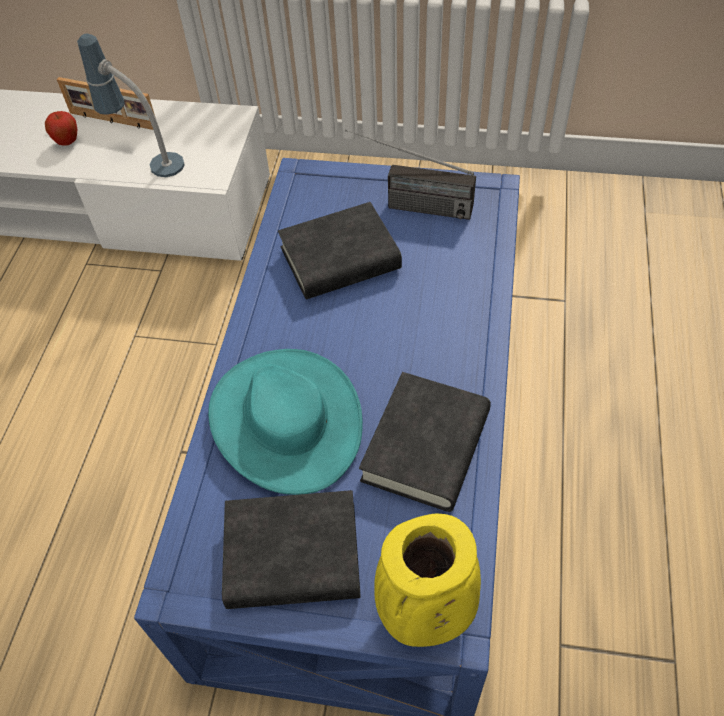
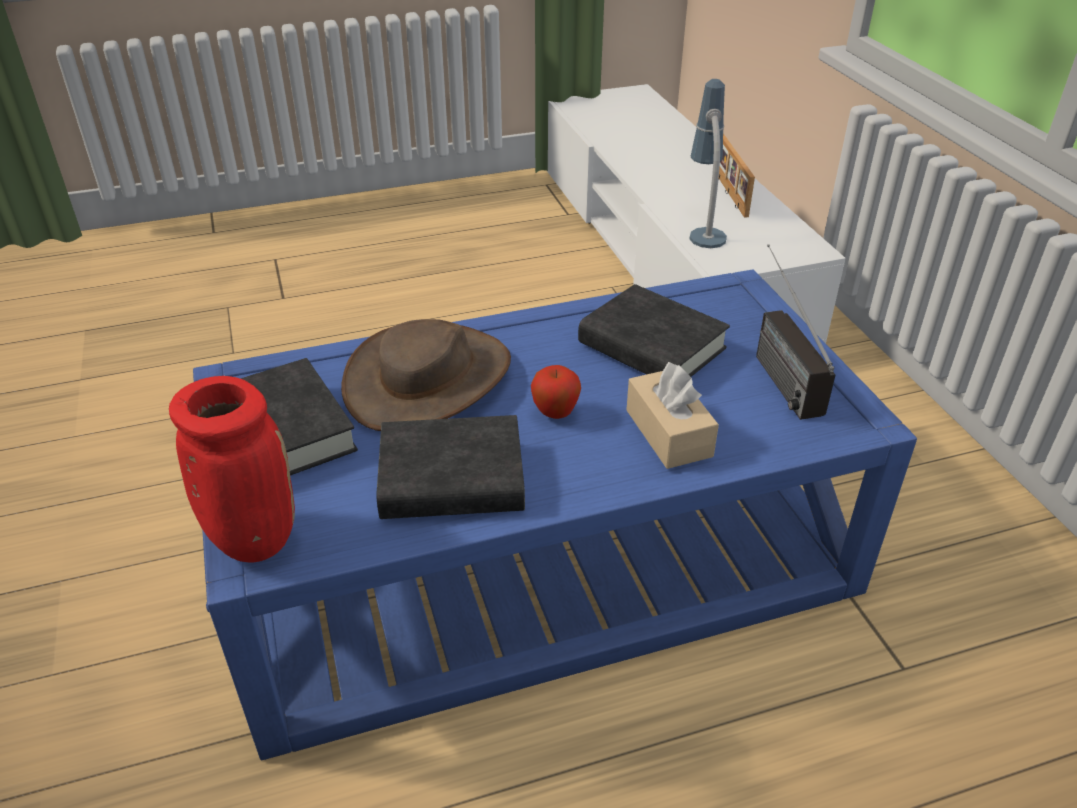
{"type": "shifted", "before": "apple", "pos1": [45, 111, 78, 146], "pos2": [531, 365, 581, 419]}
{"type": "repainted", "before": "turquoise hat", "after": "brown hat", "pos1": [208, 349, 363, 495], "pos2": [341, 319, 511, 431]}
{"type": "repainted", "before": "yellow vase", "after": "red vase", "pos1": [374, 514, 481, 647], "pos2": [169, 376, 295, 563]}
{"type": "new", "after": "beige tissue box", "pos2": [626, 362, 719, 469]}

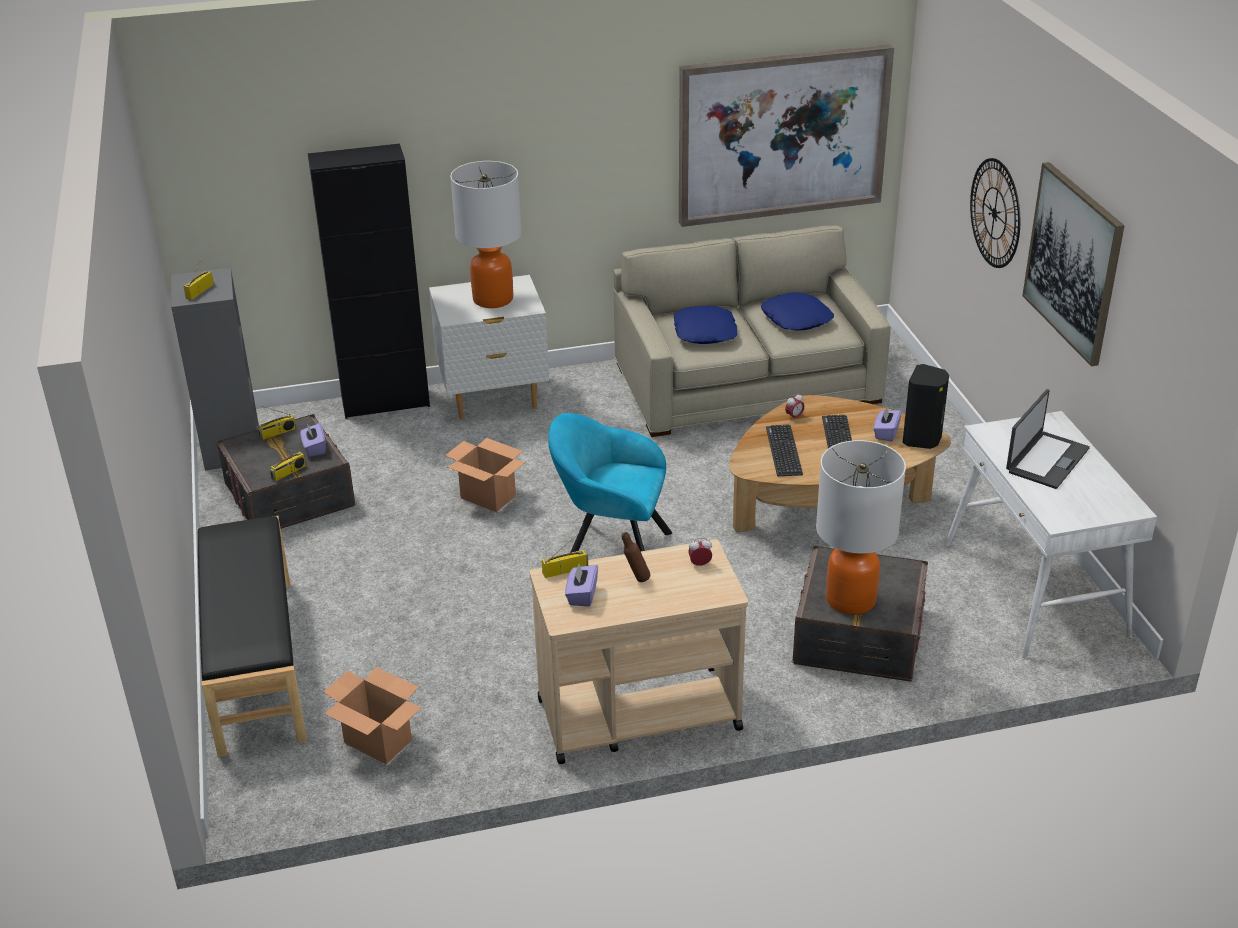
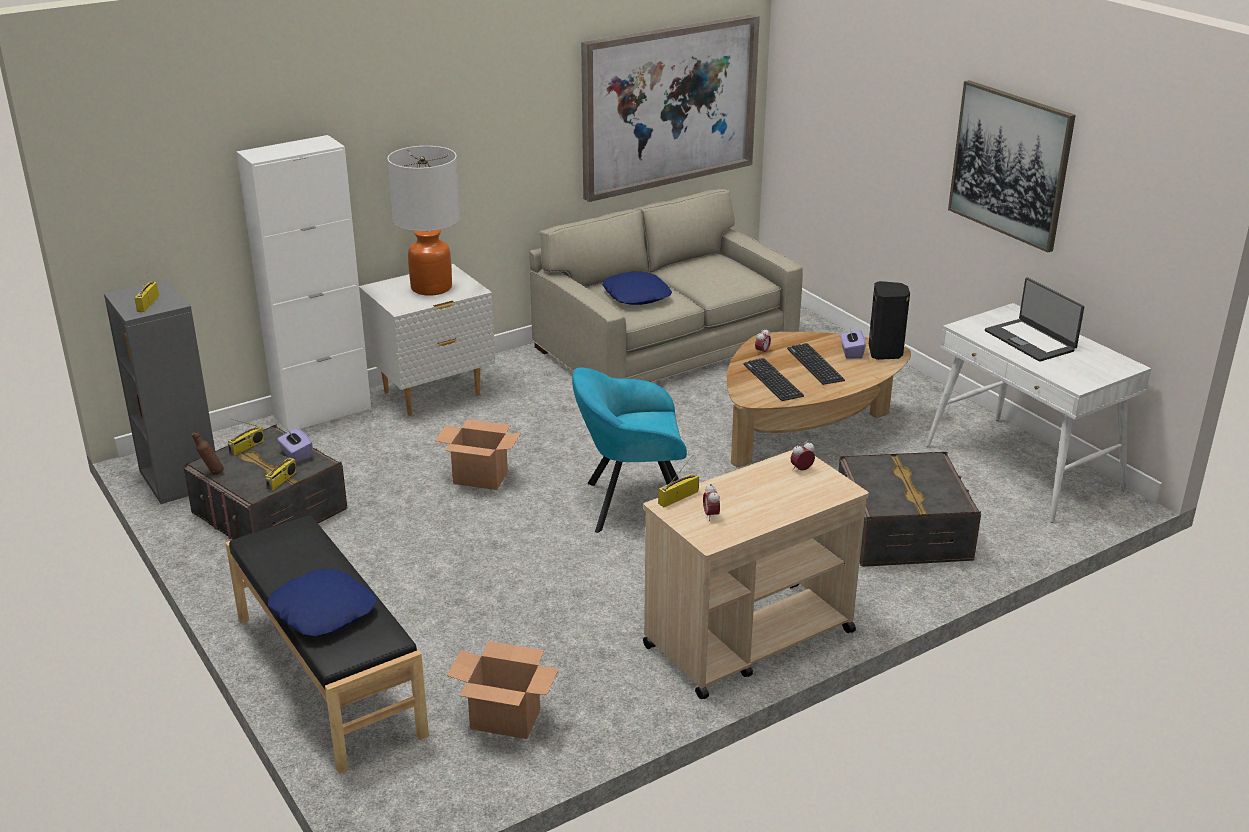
{"type": "repainted", "before": "black cabinet", "after": "white cabinet", "pos1": [308, 143, 430, 419], "pos2": [237, 135, 371, 432]}
{"type": "swapped", "before": "purple tissue box", "after": "alarm clock", "pos1": [565, 564, 598, 607], "pos2": [703, 484, 720, 521]}
{"type": "shifted", "before": "brown bottle", "pos1": [621, 532, 650, 582], "pos2": [192, 432, 224, 475]}
{"type": "shifted", "before": "blue pillow", "pos1": [761, 292, 834, 331], "pos2": [268, 569, 376, 636]}
{"type": "gone", "before": "table lamp", "pos1": [816, 440, 906, 615]}
{"type": "gone", "before": "wall clock", "pos1": [970, 158, 1020, 268]}
{"type": "rotated", "before": "laptop", "pos1": [1006, 389, 1090, 489], "pos2": [985, 277, 1084, 362], "turn": 135}

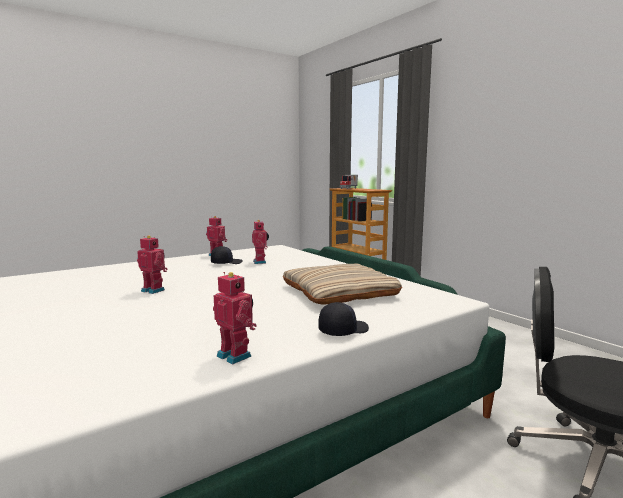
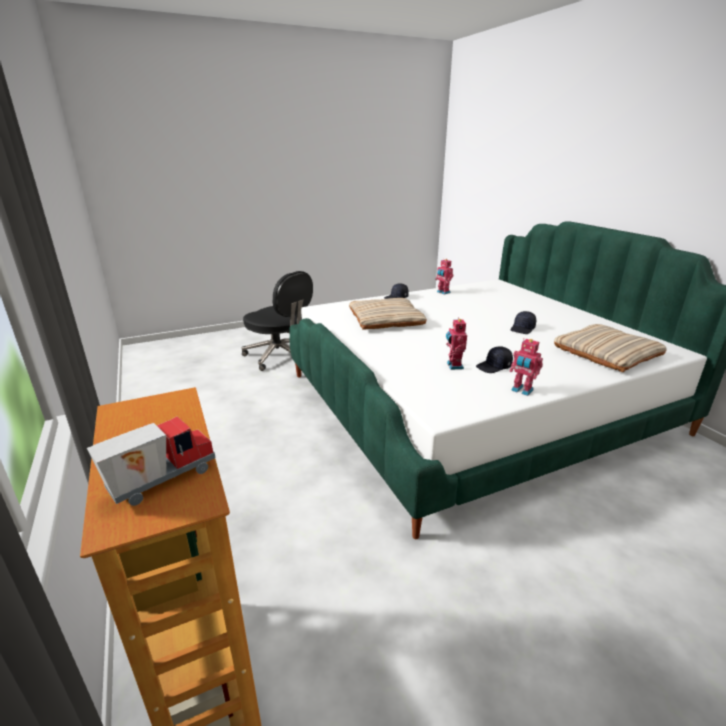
{"type": "swapped", "before": "toy robot", "after": "black cap", "pos1": [137, 235, 168, 294], "pos2": [511, 311, 536, 334]}
{"type": "new", "after": "beige pillow", "pos2": [554, 324, 667, 372]}

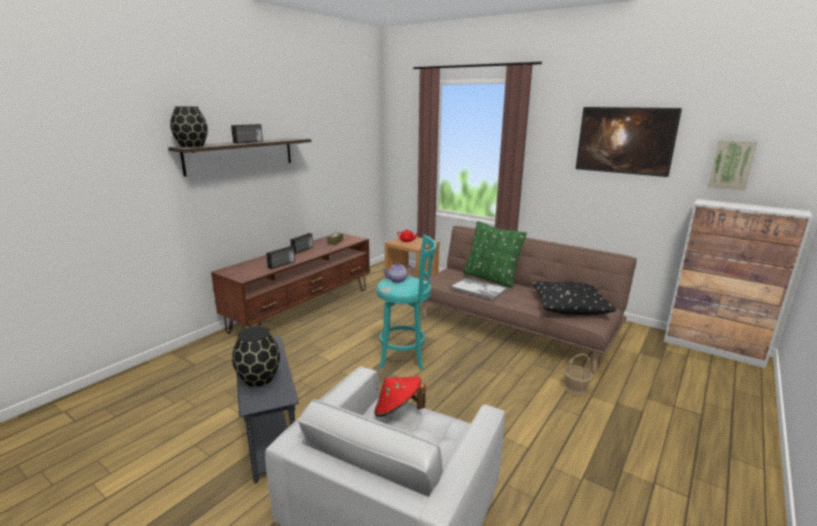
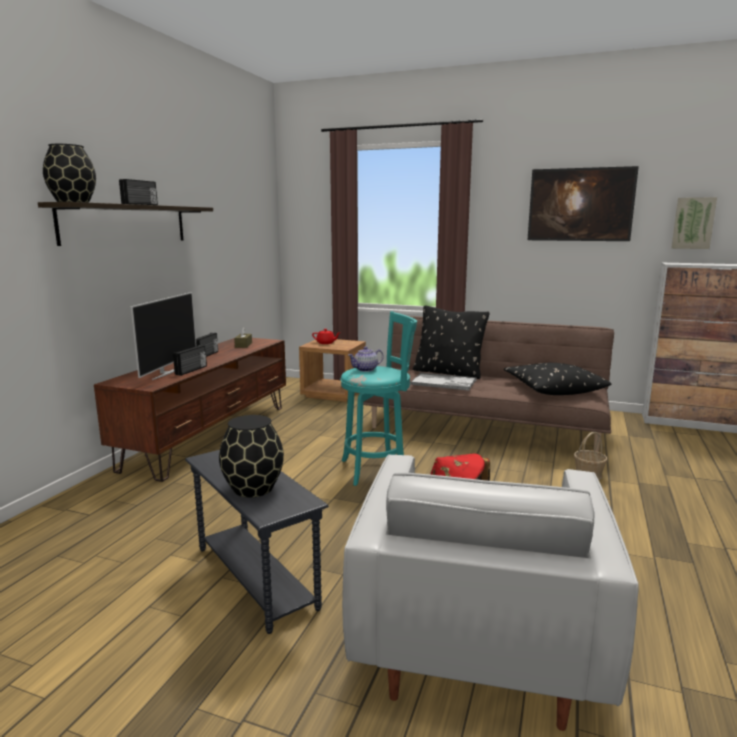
{"type": "repainted", "before": "green pillow", "after": "black pillow", "pos1": [463, 221, 527, 288], "pos2": [413, 305, 490, 379]}
{"type": "new", "after": "television", "pos2": [131, 292, 196, 380]}

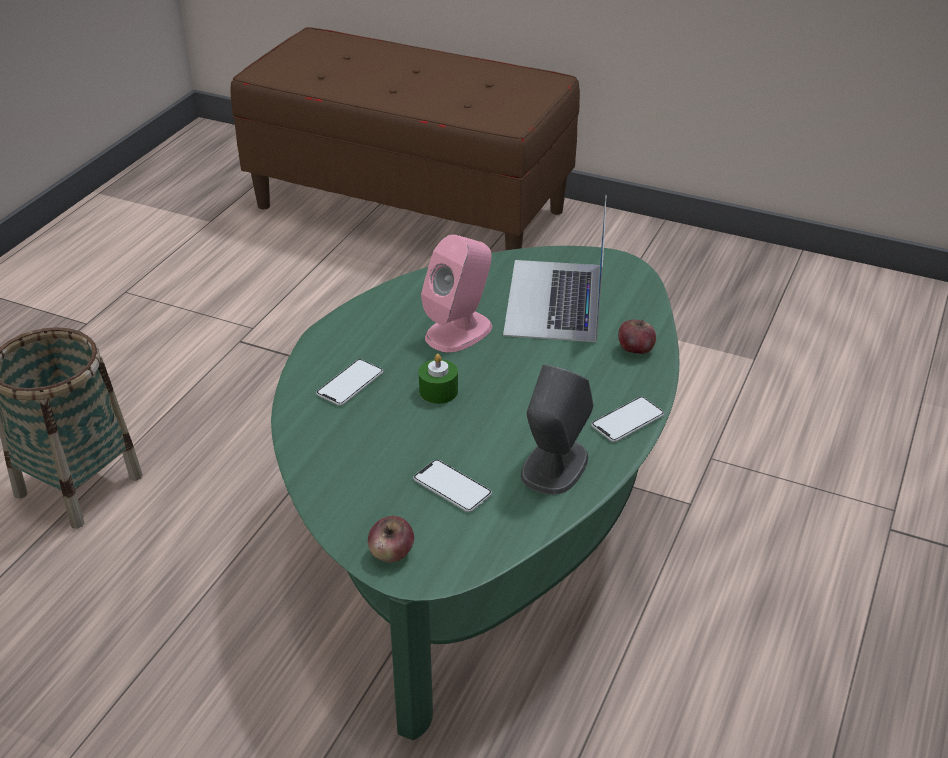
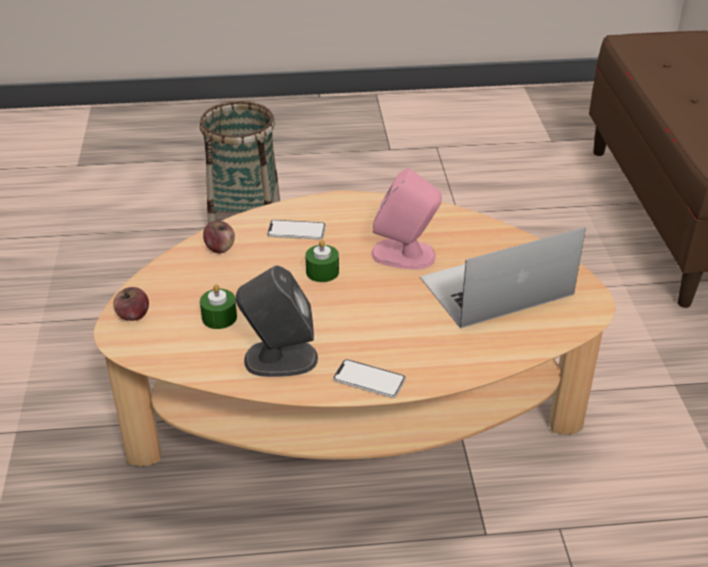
{"type": "repainted", "before": "green coffee table", "after": "beige coffee table", "pos1": [271, 246, 679, 740], "pos2": [94, 191, 616, 466]}
{"type": "swapped", "before": "phone", "after": "green candle", "pos1": [413, 460, 492, 512], "pos2": [200, 284, 237, 329]}
{"type": "shifted", "before": "apple", "pos1": [618, 320, 656, 354], "pos2": [203, 221, 235, 253]}

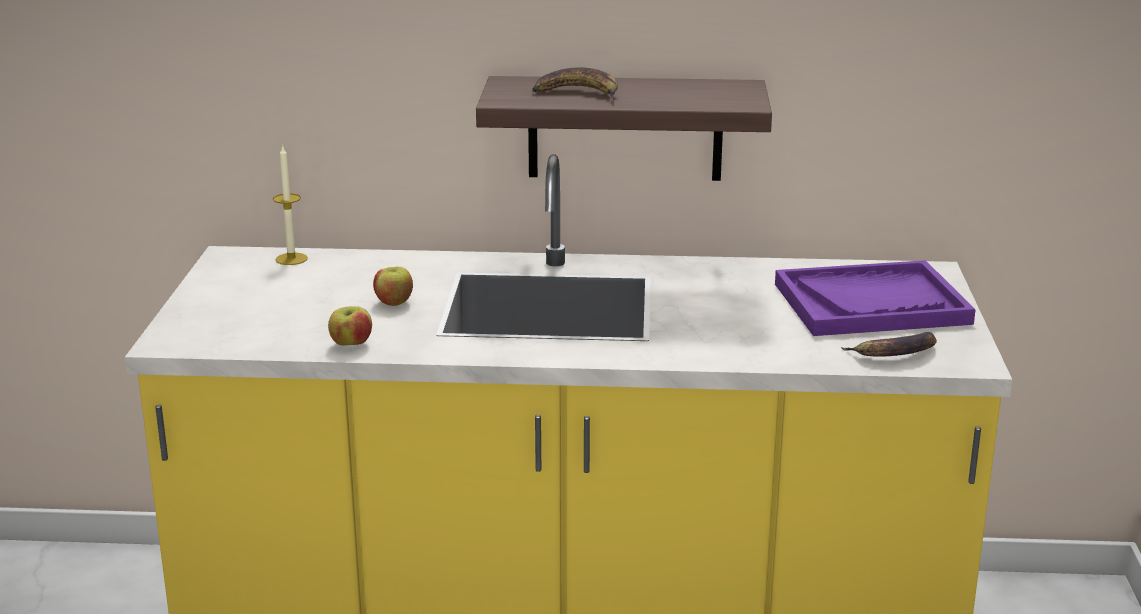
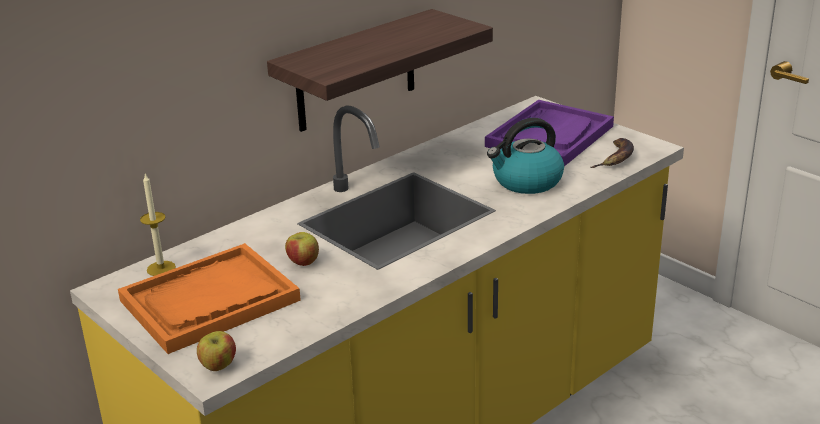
{"type": "shifted", "before": "apple", "pos1": [328, 306, 372, 346], "pos2": [197, 331, 236, 371]}
{"type": "gone", "before": "banana", "pos1": [532, 67, 618, 103]}
{"type": "new", "after": "orange tray", "pos2": [118, 243, 301, 354]}
{"type": "new", "after": "kettle", "pos2": [487, 118, 564, 194]}

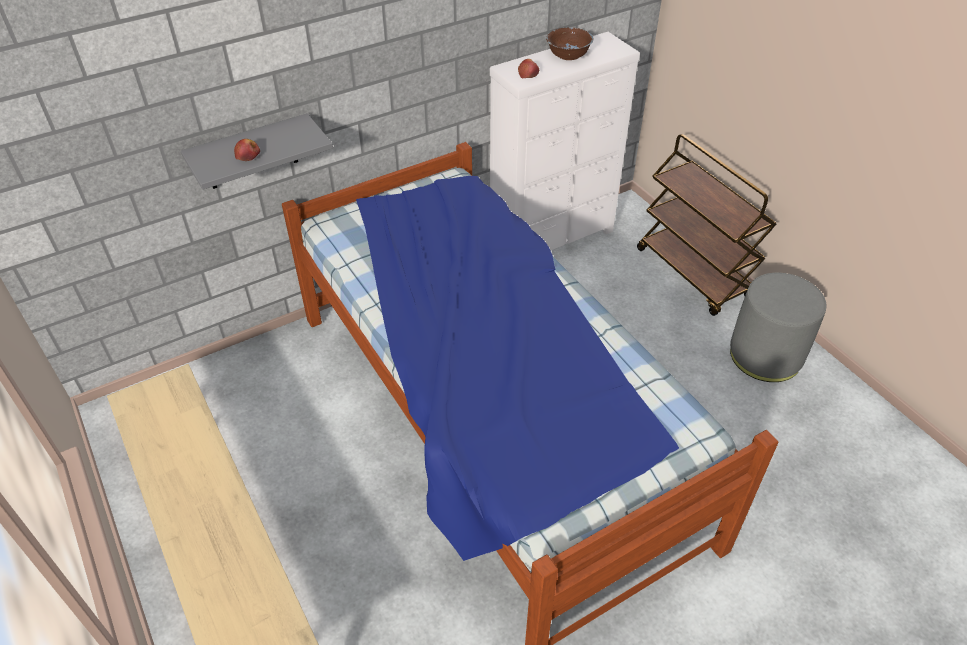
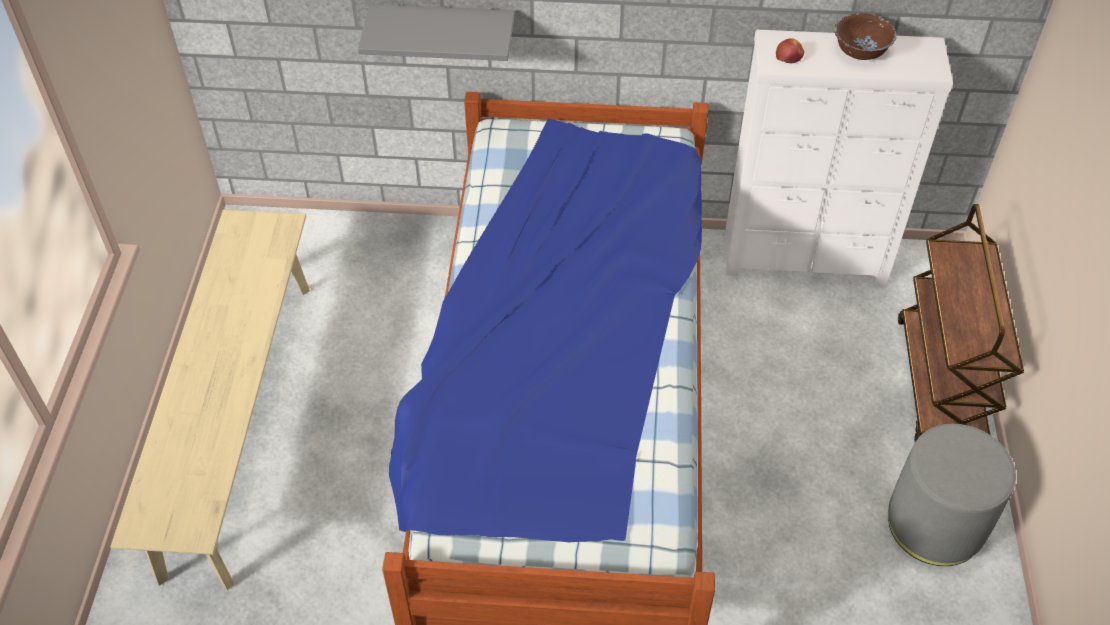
{"type": "gone", "before": "apple", "pos1": [234, 139, 260, 161]}

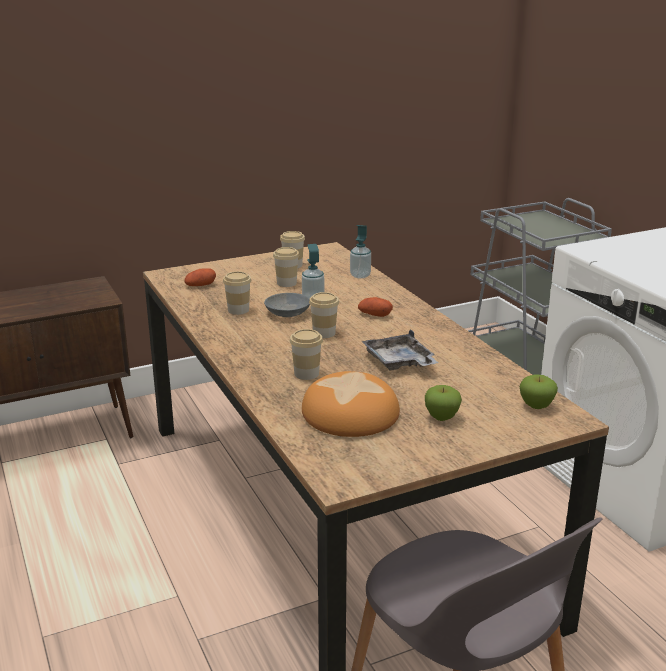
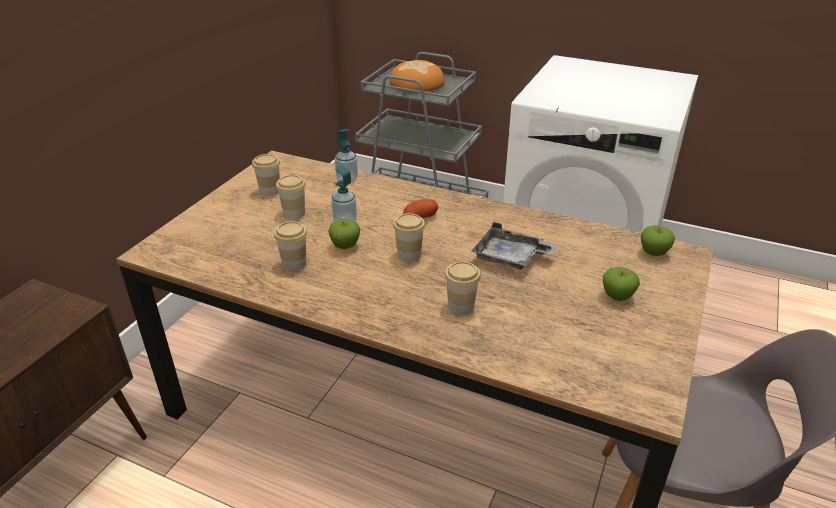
{"type": "gone", "before": "potato", "pos1": [185, 268, 216, 286]}
{"type": "swapped", "before": "grey bowl", "after": "apple", "pos1": [264, 293, 310, 317], "pos2": [328, 219, 360, 249]}
{"type": "shifted", "before": "bread", "pos1": [302, 371, 400, 437], "pos2": [389, 60, 445, 92]}

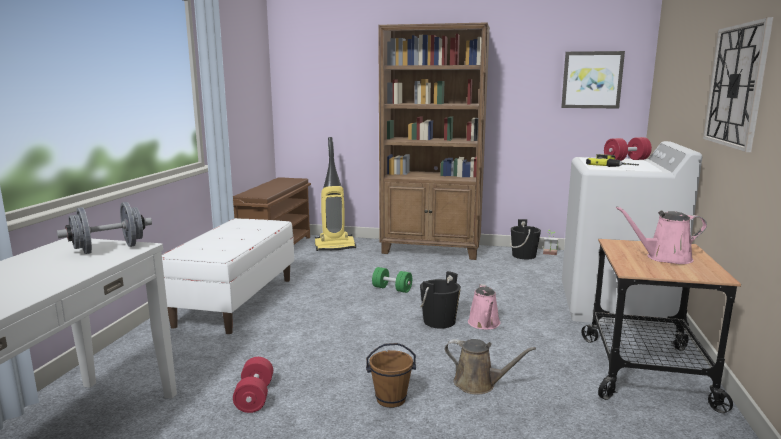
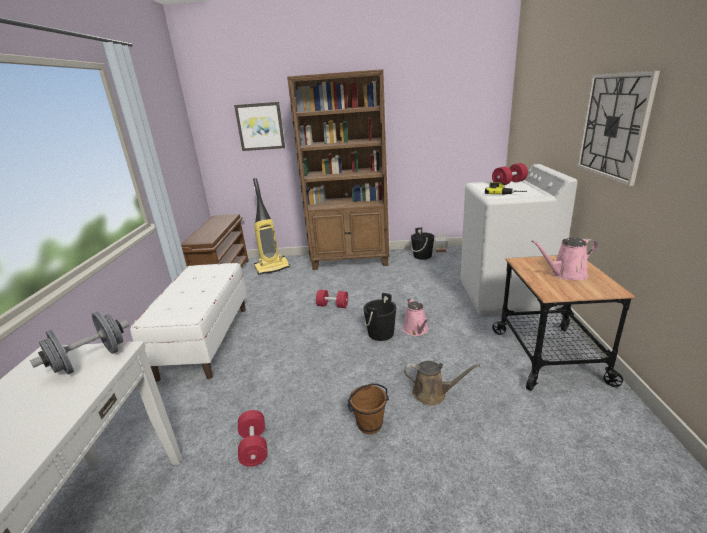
{"type": "repainted", "before": "green dumbbell", "after": "red dumbbell", "pos1": [372, 267, 412, 293], "pos2": [316, 290, 348, 308]}
{"type": "shifted", "before": "picture", "pos1": [561, 51, 625, 108], "pos2": [234, 102, 285, 151]}

